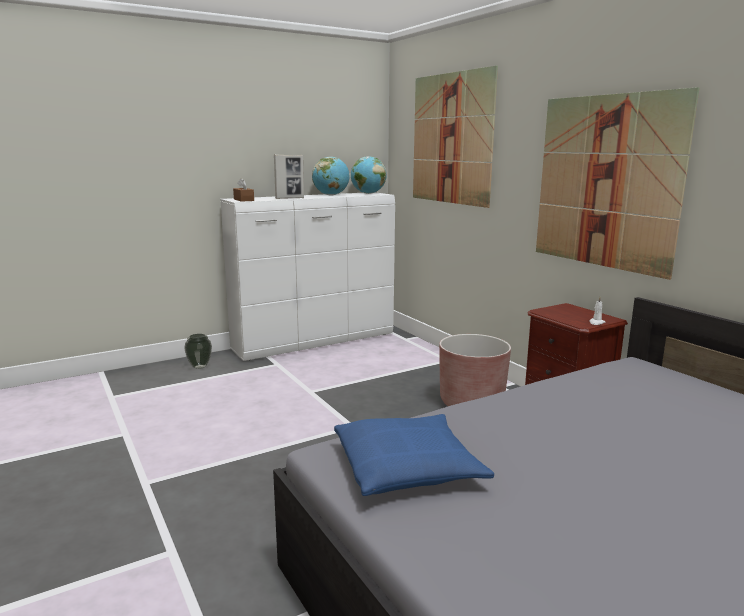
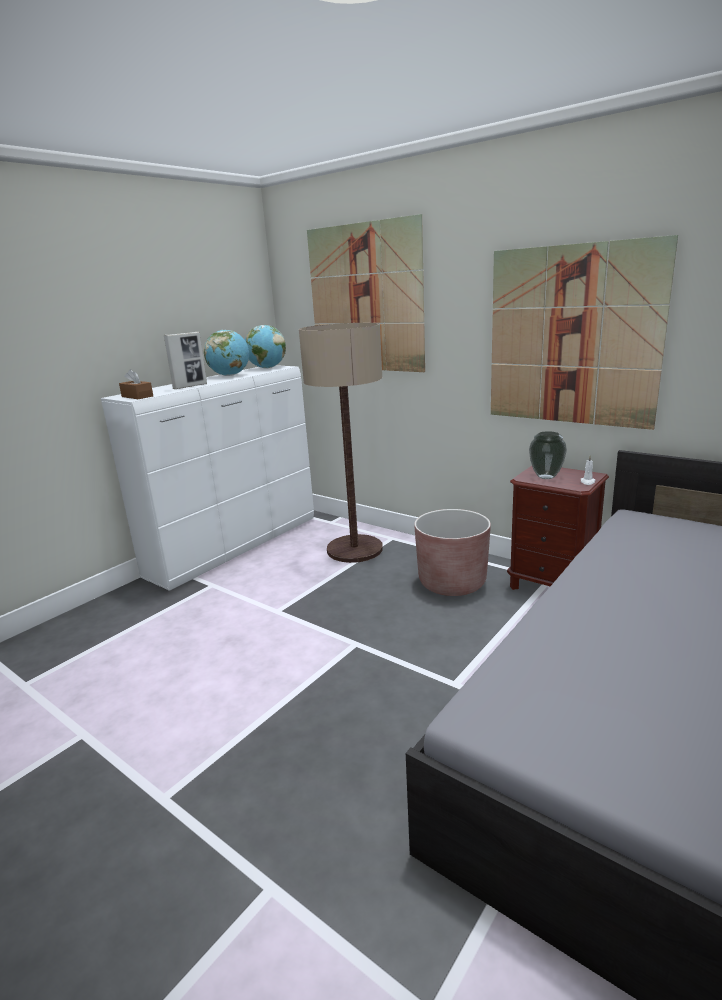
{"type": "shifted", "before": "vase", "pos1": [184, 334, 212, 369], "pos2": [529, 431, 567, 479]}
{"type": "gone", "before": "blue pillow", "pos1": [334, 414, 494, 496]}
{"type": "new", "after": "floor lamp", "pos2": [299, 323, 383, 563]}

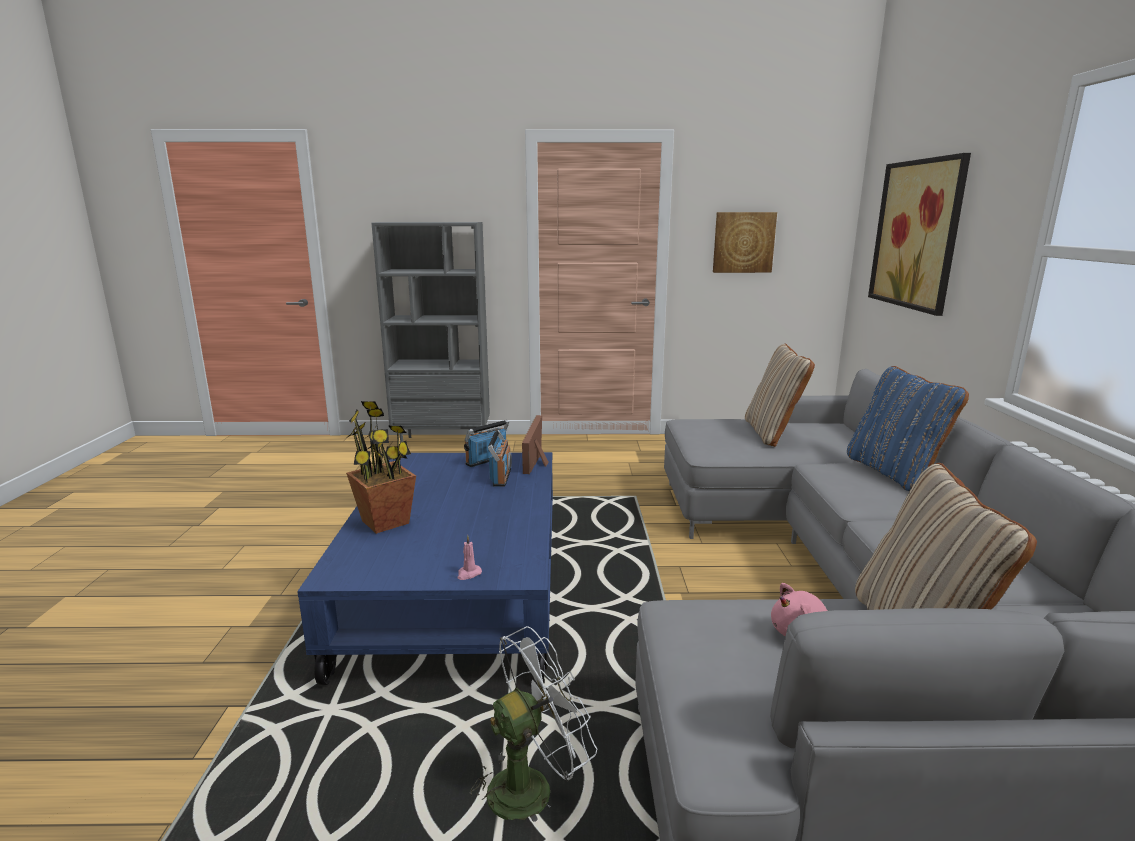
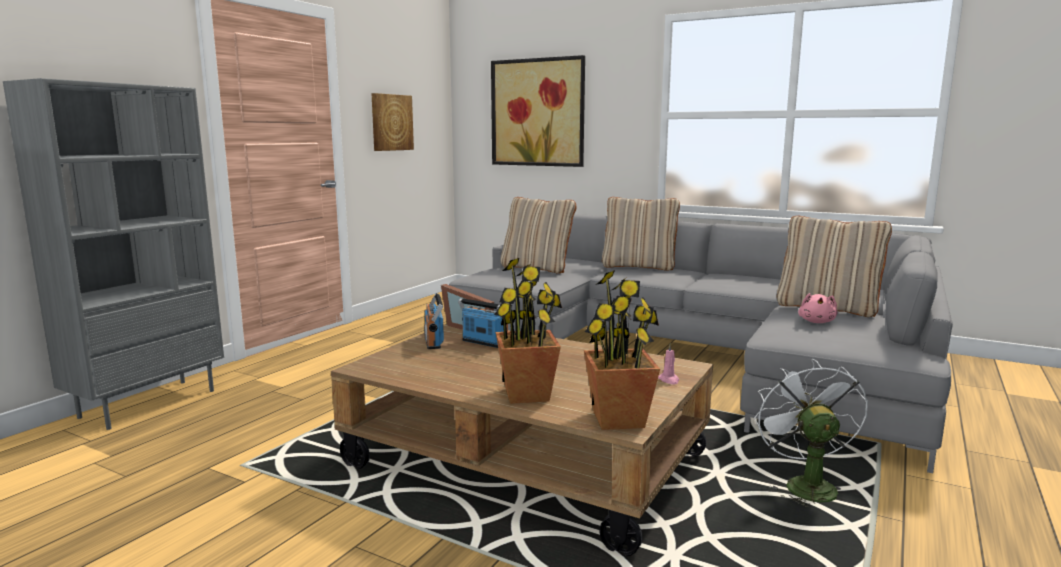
{"type": "repainted", "before": "blue coffee table", "after": "brown coffee table", "pos1": [297, 452, 553, 685], "pos2": [331, 324, 713, 556]}
{"type": "repainted", "before": "blue pillow", "after": "beige pillow", "pos1": [847, 366, 969, 491], "pos2": [602, 197, 680, 271]}
{"type": "new", "after": "potted plant", "pos2": [584, 270, 660, 430]}

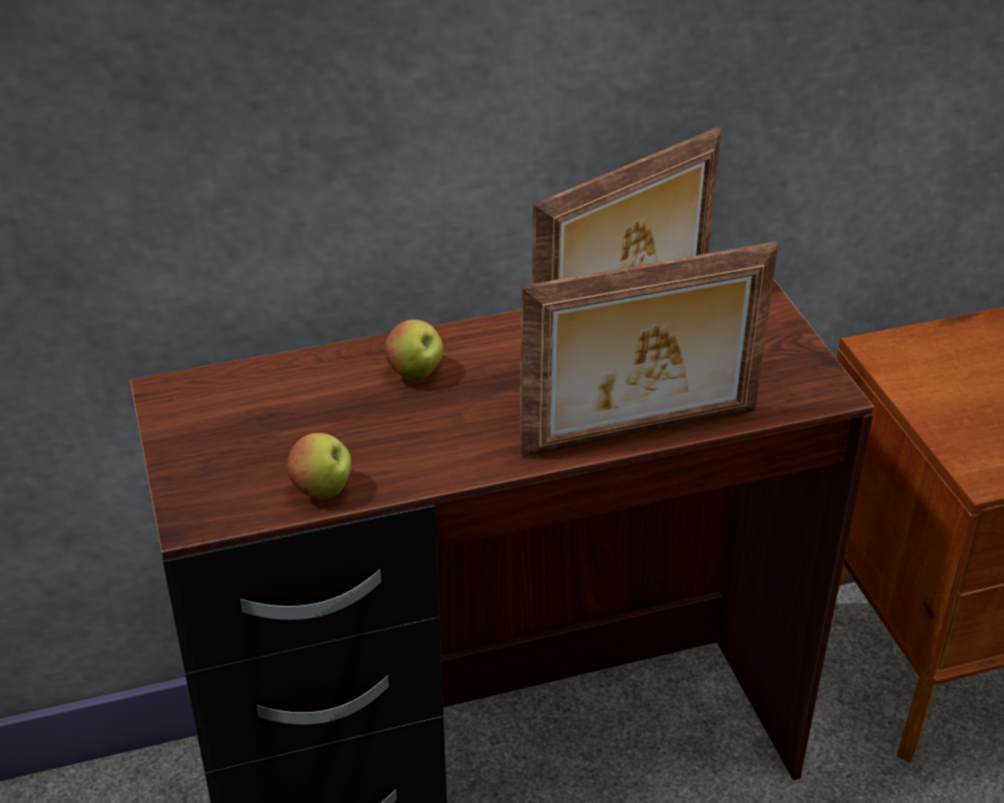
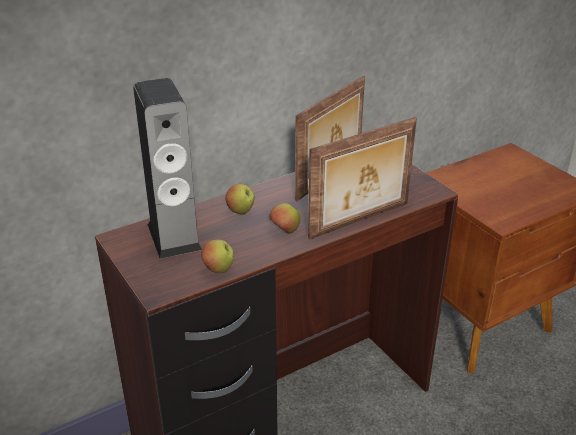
{"type": "new", "after": "speaker", "pos2": [133, 78, 202, 259]}
{"type": "new", "after": "apple", "pos2": [269, 203, 300, 234]}

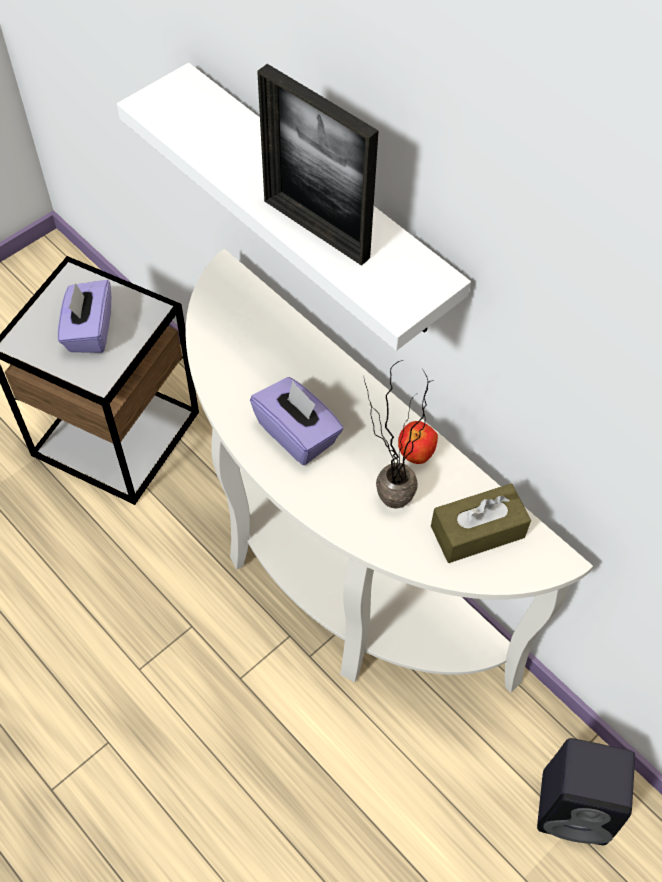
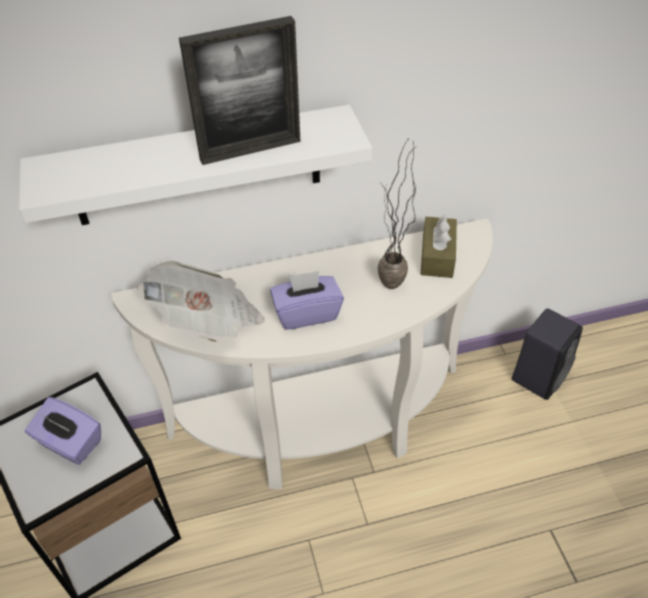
{"type": "gone", "before": "apple", "pos1": [398, 421, 438, 464]}
{"type": "new", "after": "newspaper", "pos2": [137, 261, 265, 342]}

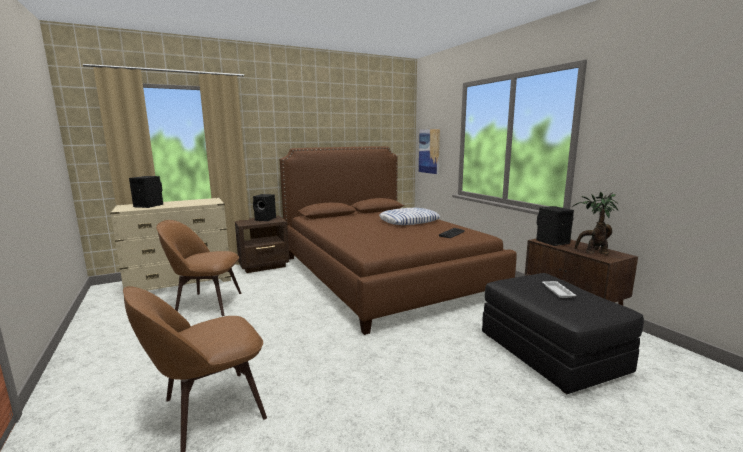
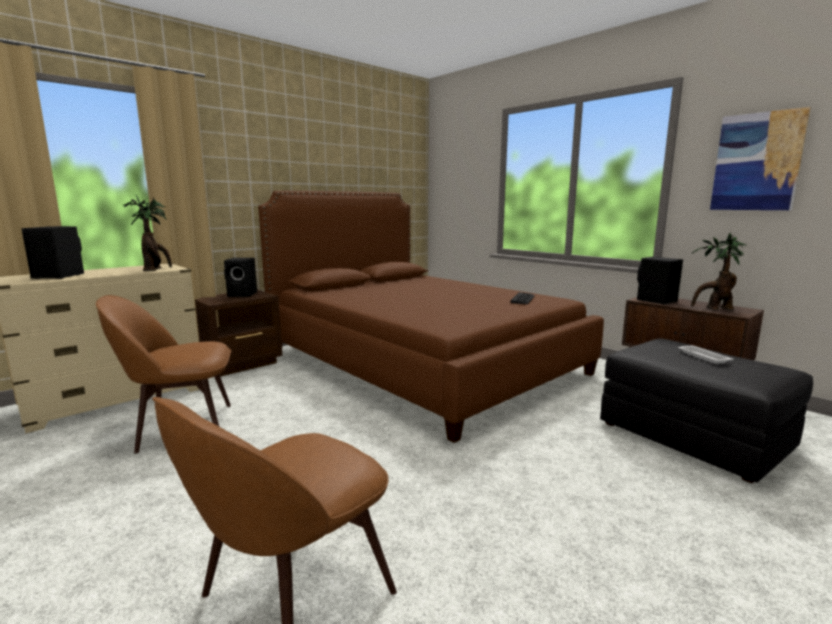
{"type": "gone", "before": "pillow", "pos1": [379, 208, 440, 225]}
{"type": "shifted", "before": "picture", "pos1": [419, 129, 440, 174], "pos2": [710, 107, 811, 210]}
{"type": "new", "after": "potted plant", "pos2": [122, 194, 172, 271]}

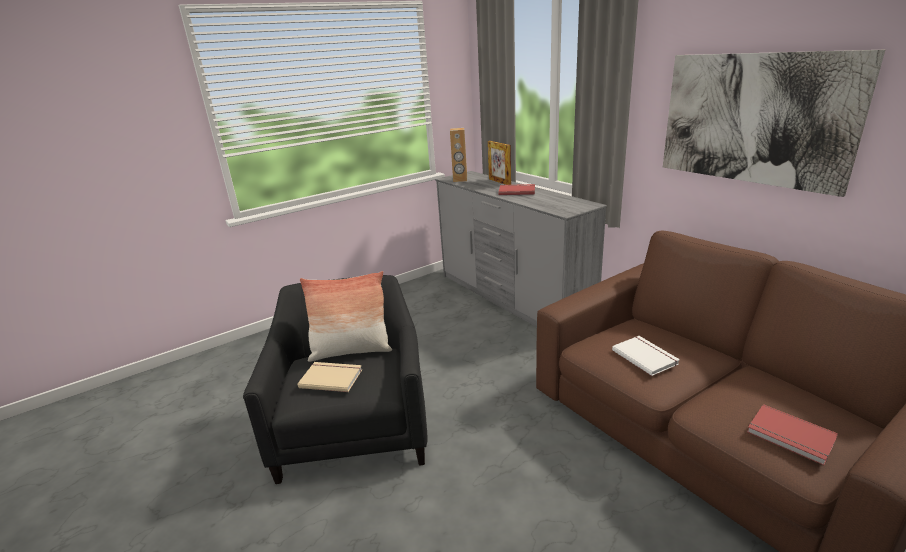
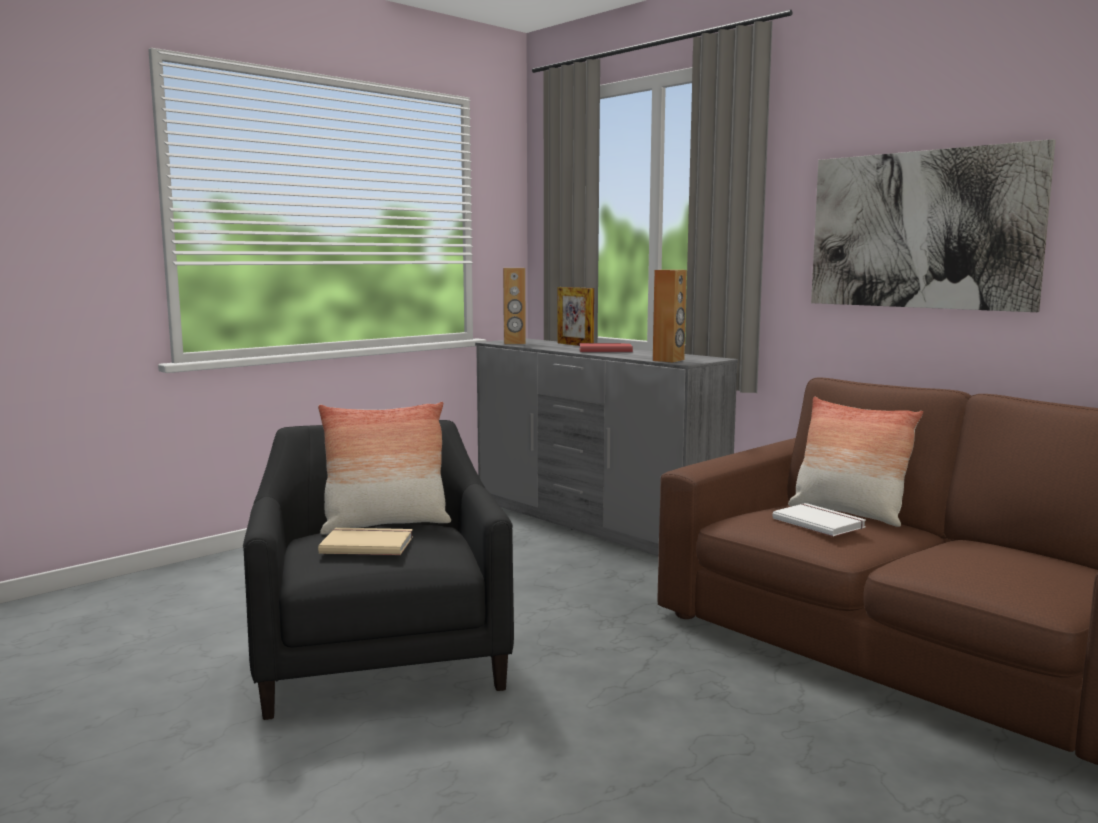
{"type": "gone", "before": "red book", "pos1": [747, 404, 838, 465]}
{"type": "new", "after": "brown speaker", "pos2": [653, 270, 687, 362]}
{"type": "new", "after": "pillow", "pos2": [788, 397, 923, 527]}

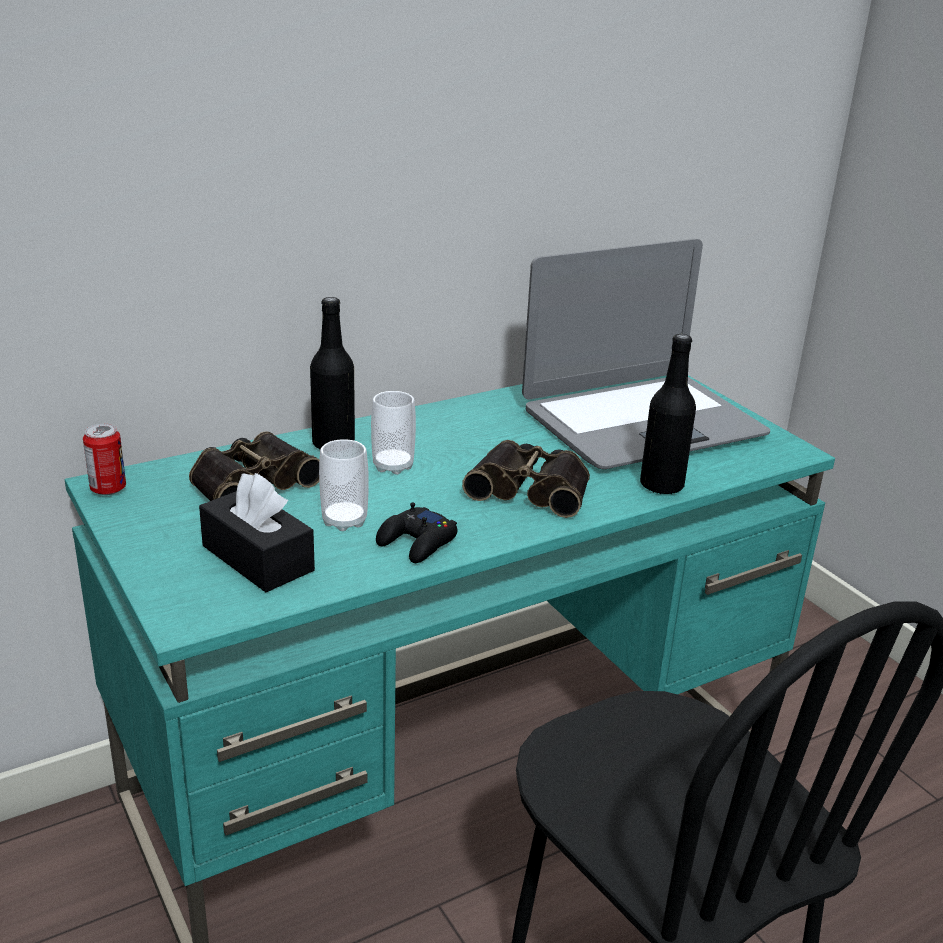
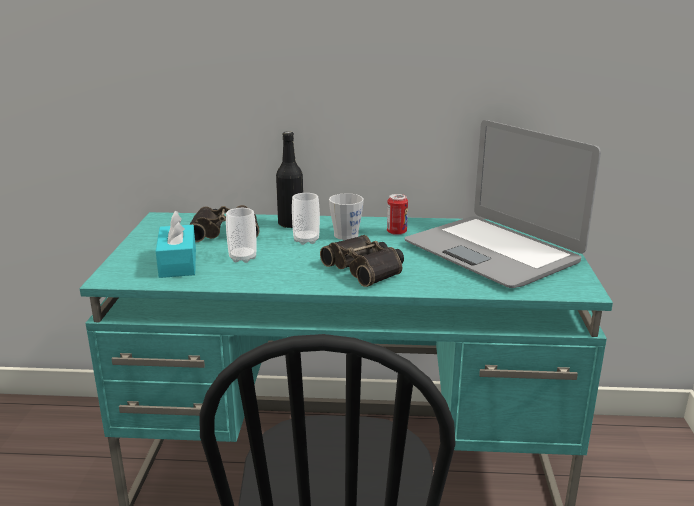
{"type": "shifted", "before": "can", "pos1": [83, 424, 126, 495], "pos2": [387, 194, 408, 235]}
{"type": "repainted", "before": "black tissue box", "after": "turquoise tissue box", "pos1": [199, 473, 315, 592], "pos2": [156, 211, 196, 278]}
{"type": "gone", "before": "black game controller", "pos1": [376, 502, 458, 563]}
{"type": "rotated", "before": "laptop", "pos1": [522, 239, 770, 469], "pos2": [405, 120, 601, 288], "turn": 45}
{"type": "gone", "before": "black bottle", "pos1": [640, 334, 696, 495]}
{"type": "new", "after": "grey mug", "pos2": [329, 193, 364, 240]}

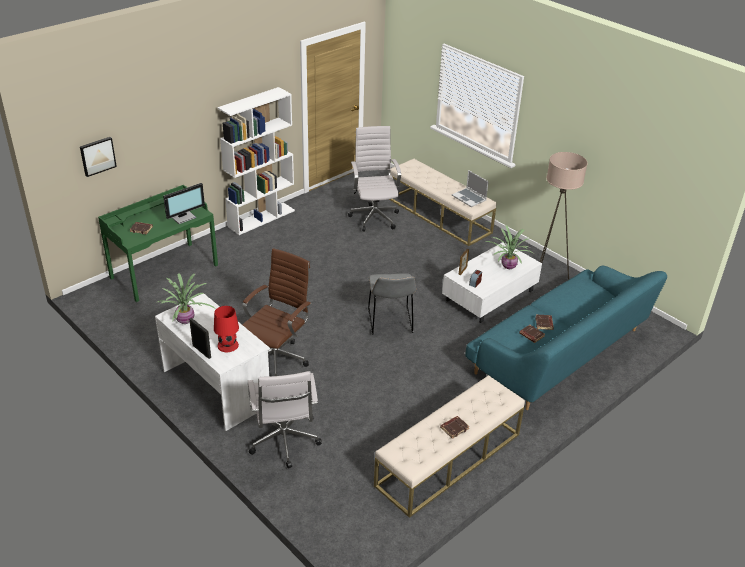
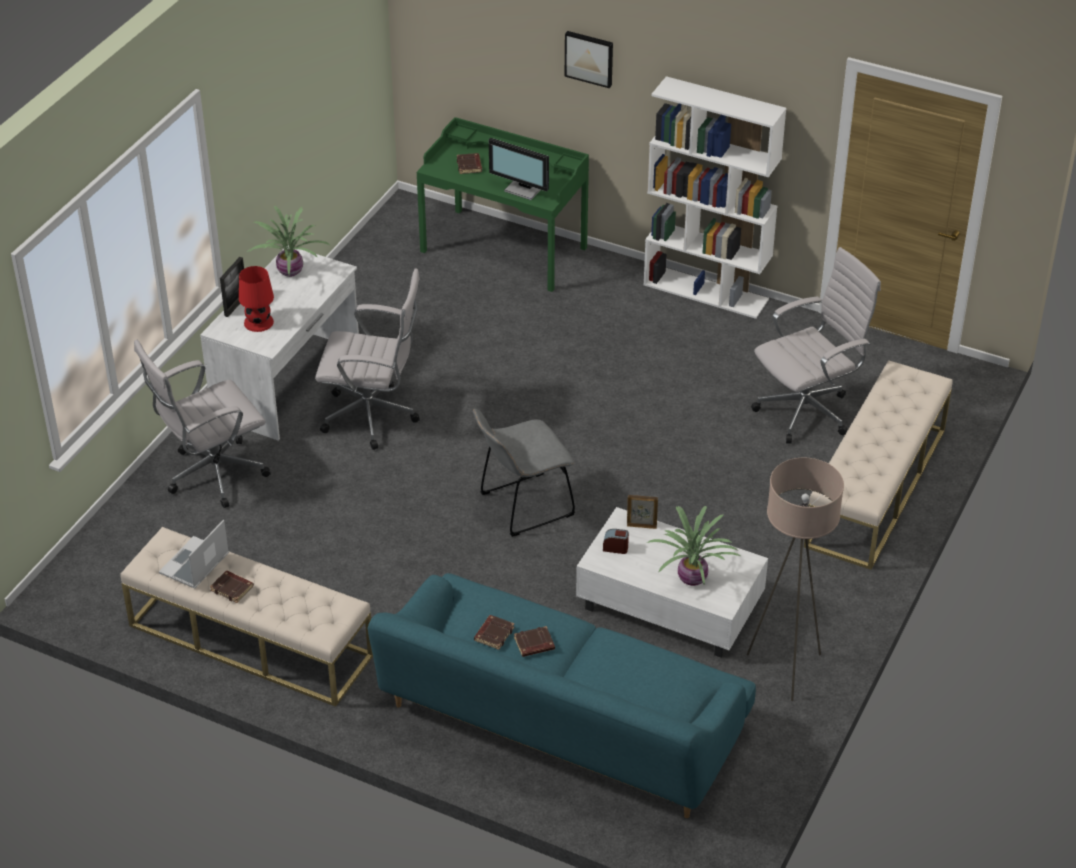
{"type": "shifted", "before": "picture", "pos1": [80, 137, 117, 177], "pos2": [565, 31, 613, 88]}
{"type": "repainted", "before": "brown office chair", "after": "white office chair", "pos1": [242, 248, 312, 376], "pos2": [315, 268, 420, 450]}
{"type": "shifted", "before": "laptop", "pos1": [452, 170, 489, 207], "pos2": [159, 520, 229, 589]}

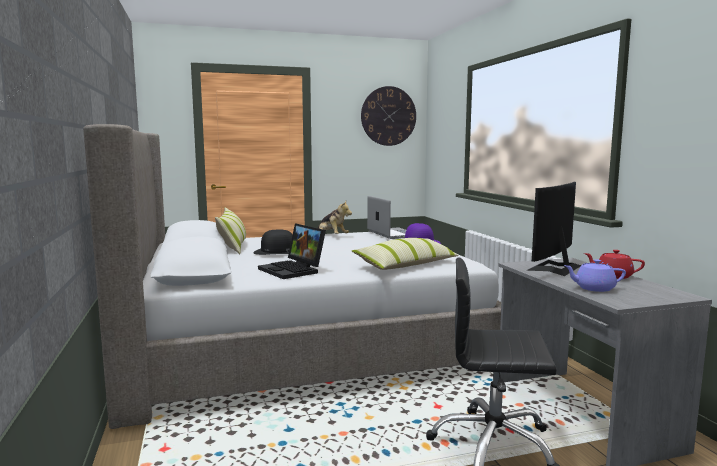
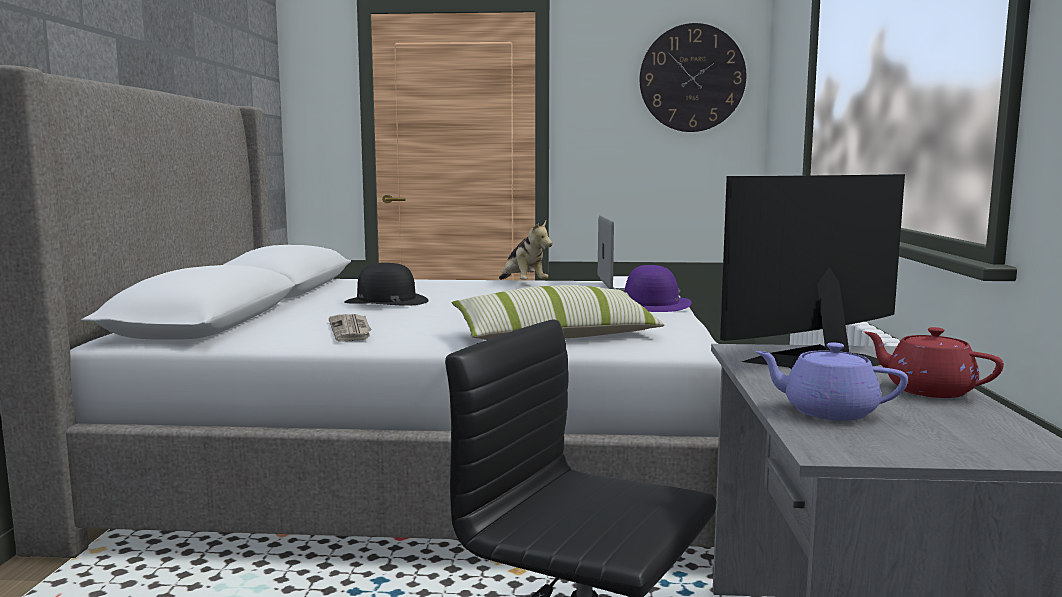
{"type": "gone", "before": "pillow", "pos1": [215, 207, 246, 254]}
{"type": "swapped", "before": "laptop", "after": "newspaper", "pos1": [258, 223, 326, 279], "pos2": [328, 314, 372, 342]}

